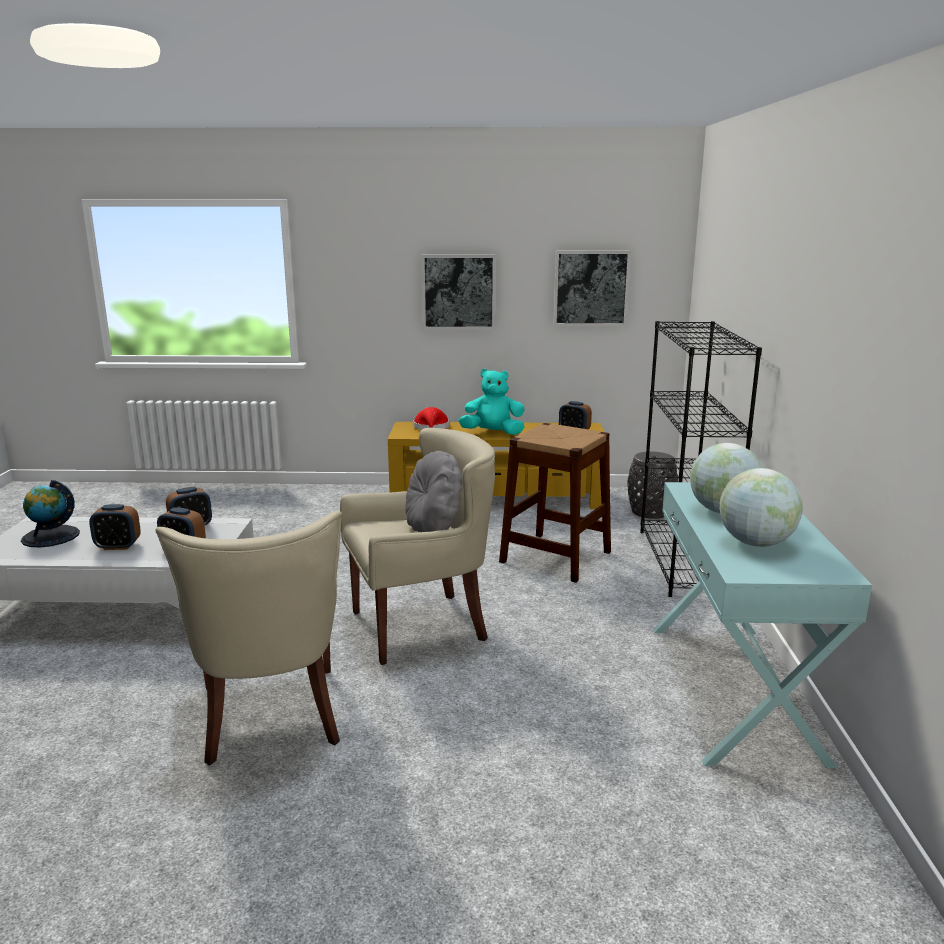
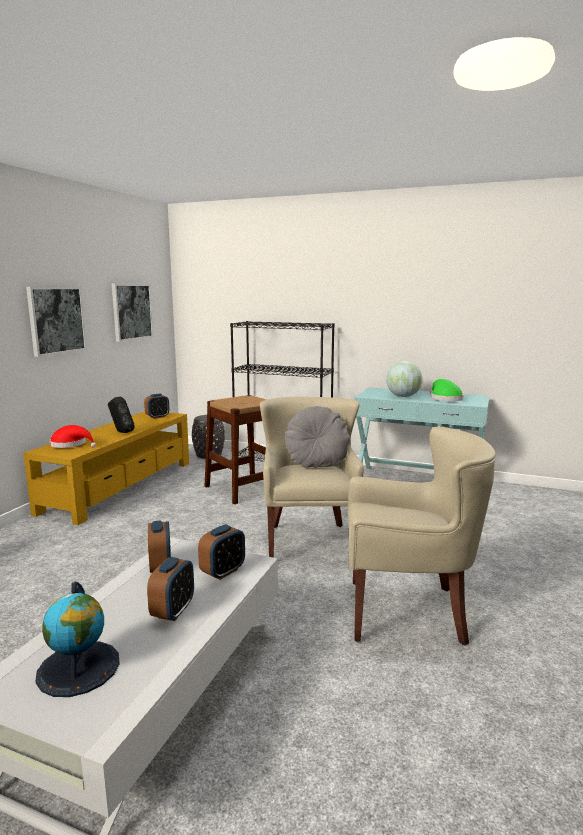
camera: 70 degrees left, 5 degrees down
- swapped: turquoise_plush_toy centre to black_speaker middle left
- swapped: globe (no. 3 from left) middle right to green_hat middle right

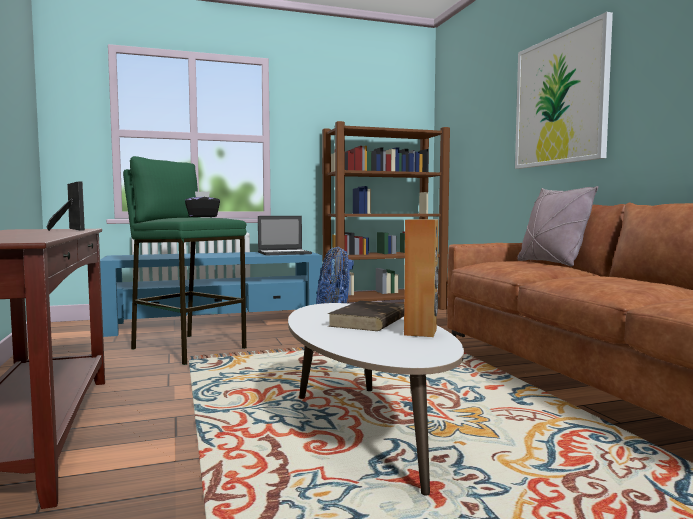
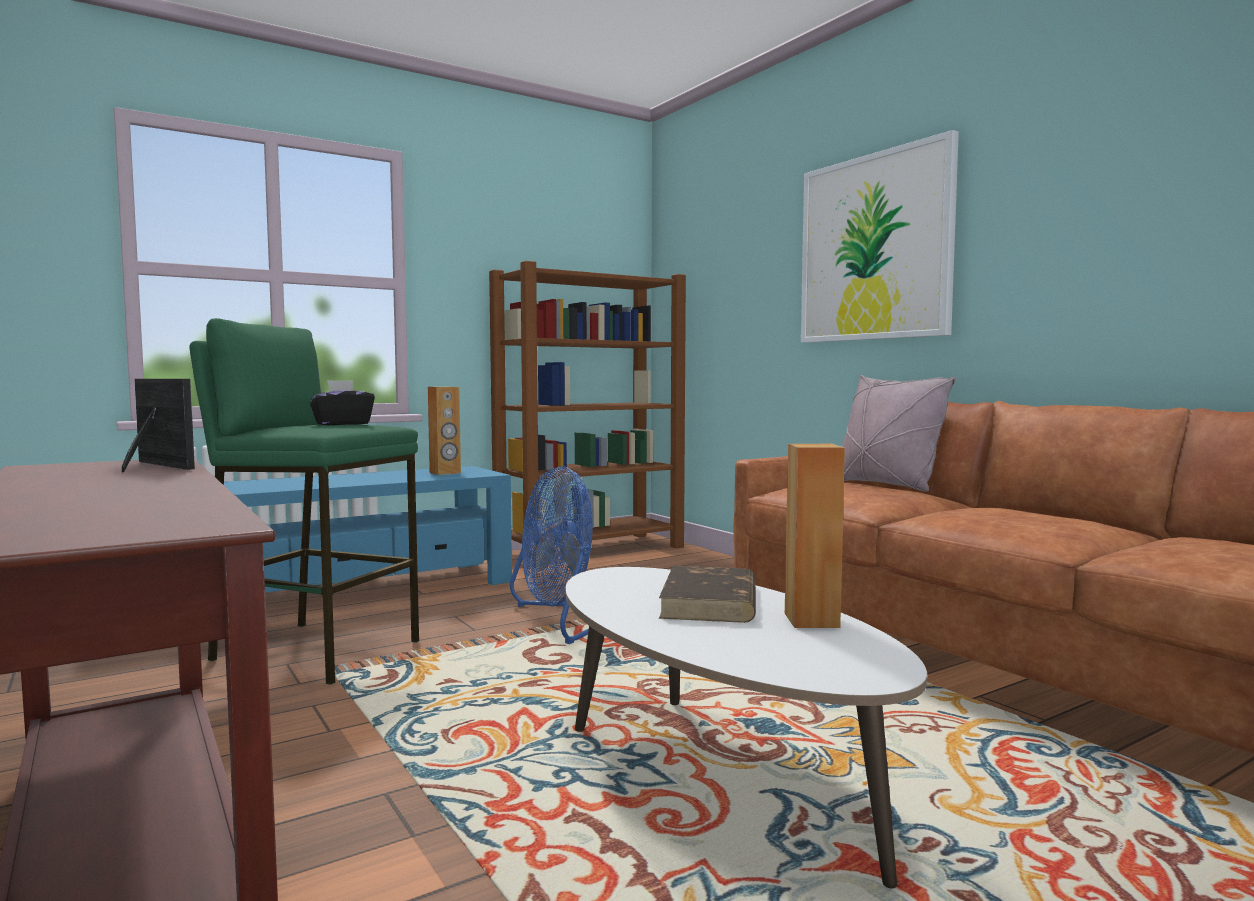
camera: 15 degrees left, 0 degrees up
- swapped: laptop centre to brown_speaker (no. 1 from left) centre

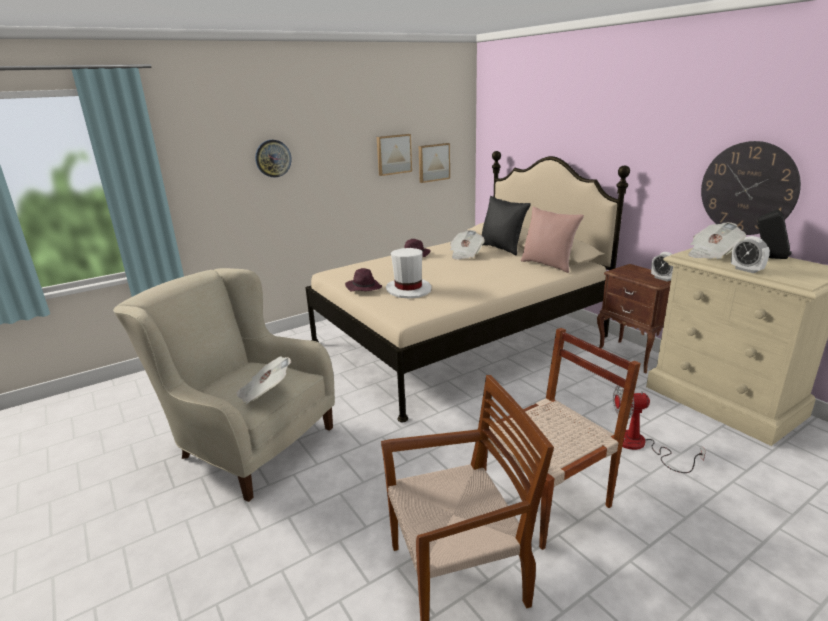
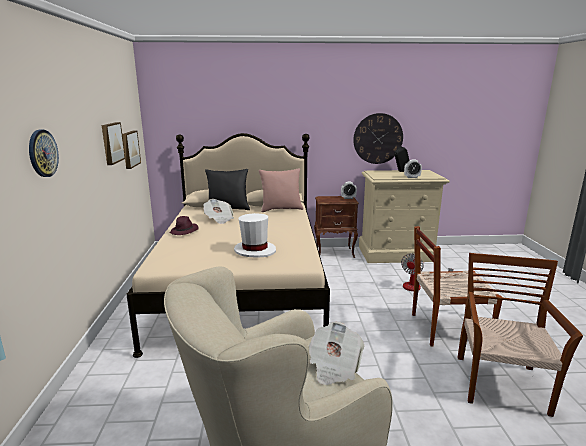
camera: 60 degrees left, 5 degrees down
- gone: purple_hat (no. 1 from left) centre
- gone: newspaper (no. 3 from left) middle right
- rotated: chair bottom right = middle right 90 degrees counterclockwise

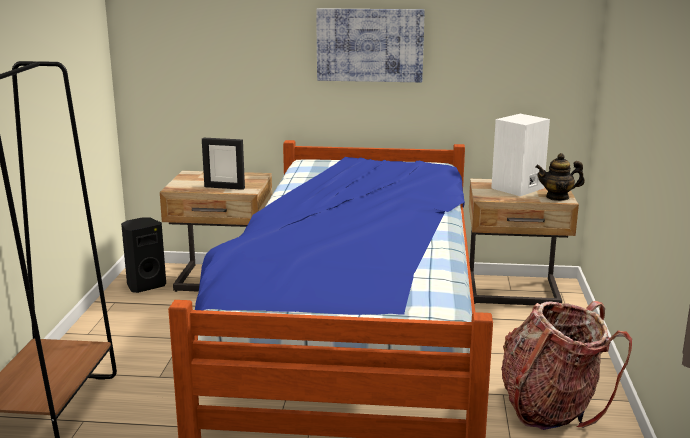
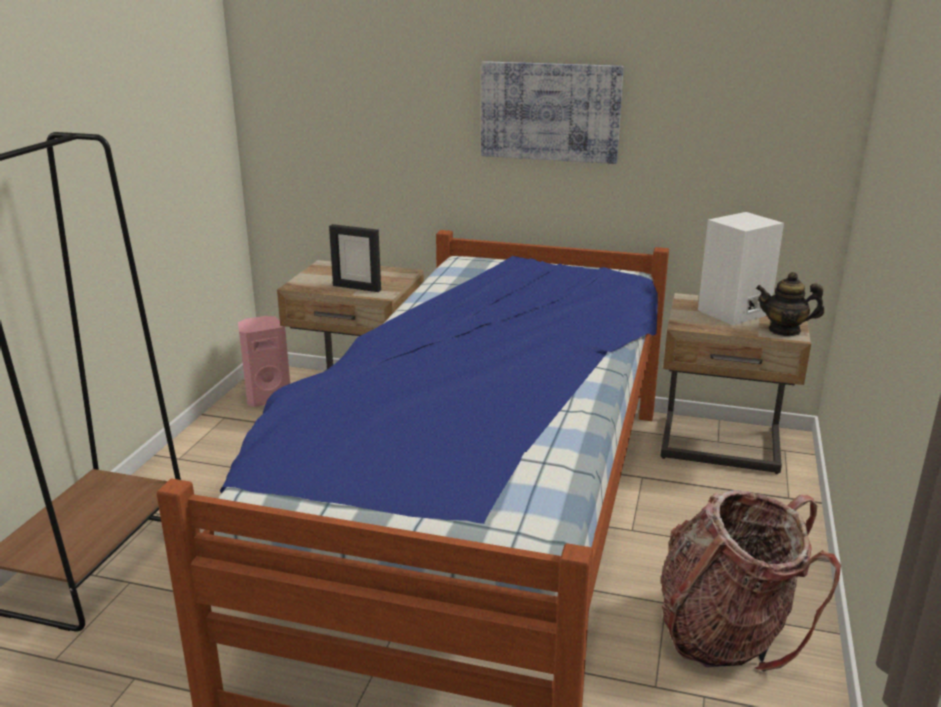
camera: 10 degrees right, 5 degrees up
- repainted: black_speaker middle left to pink_speaker middle left

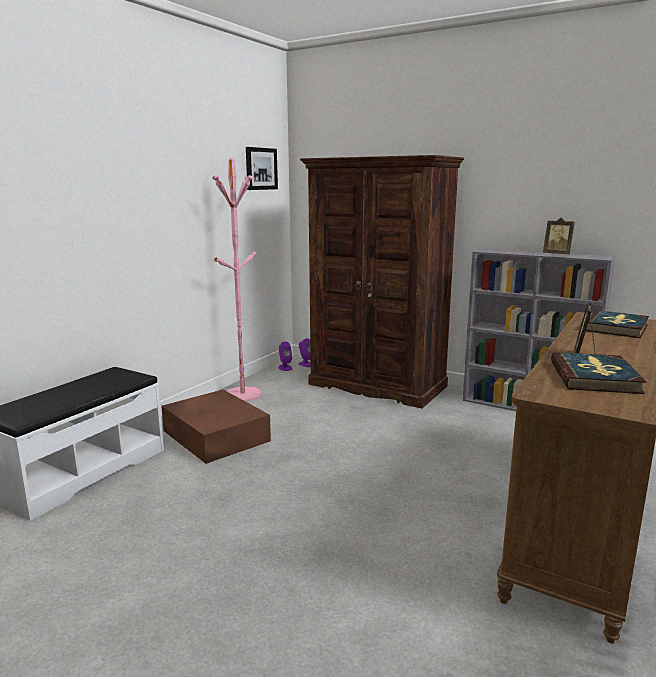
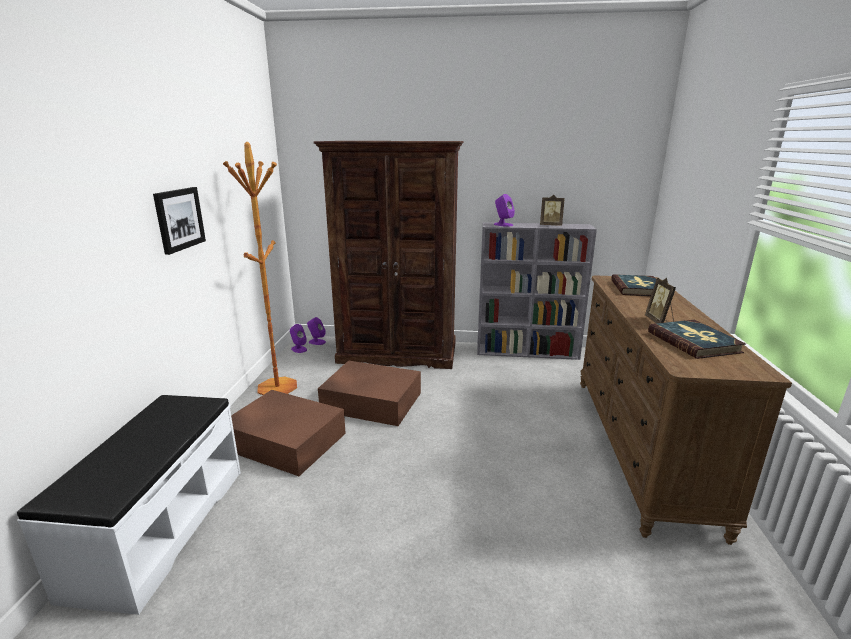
camera: 25 degrees left, 5 degrees up
- new: brown_storage_box (no. 2 from left) centre
- new: purple_speaker (no. 3 from left) top centre
- shifted: picture top centre to middle left
- repainted: pink_clothes_rack centre to orange_clothes_rack middle left

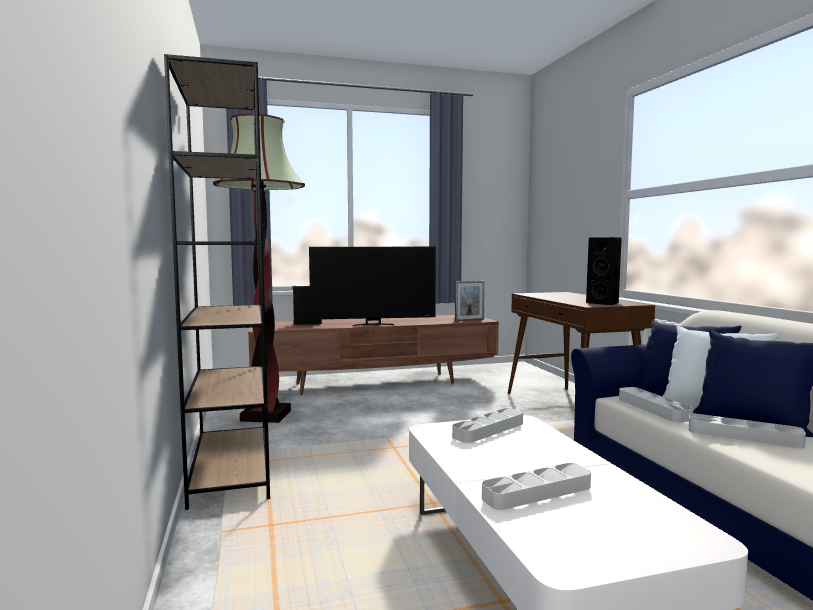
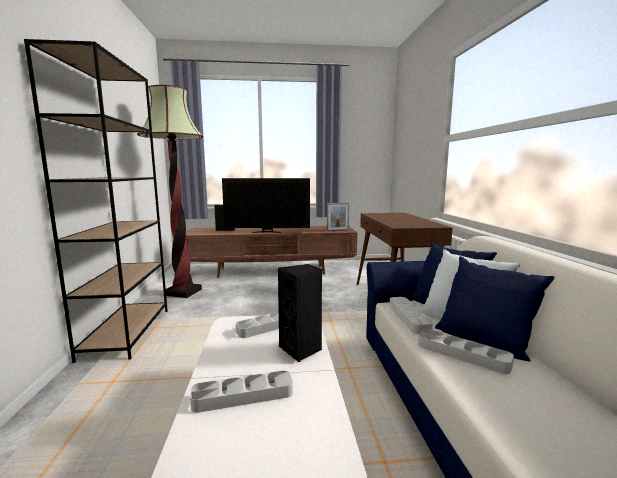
camera: 10 degrees right, 5 degrees up
- shifted: black_speaker (no. 2 from left) middle right to centre

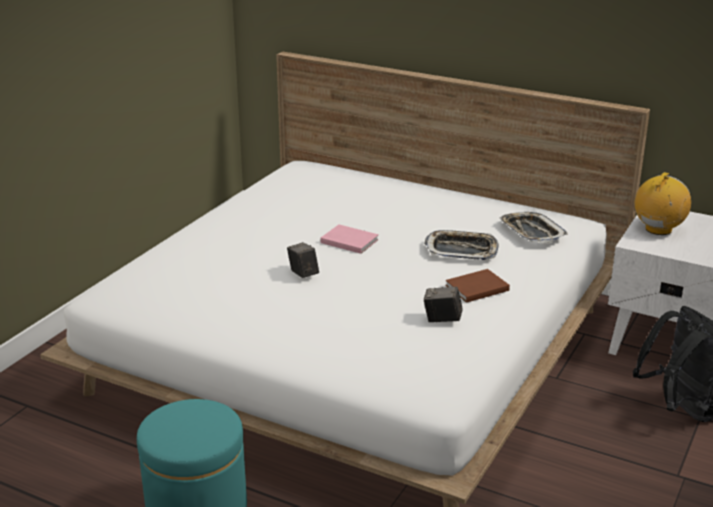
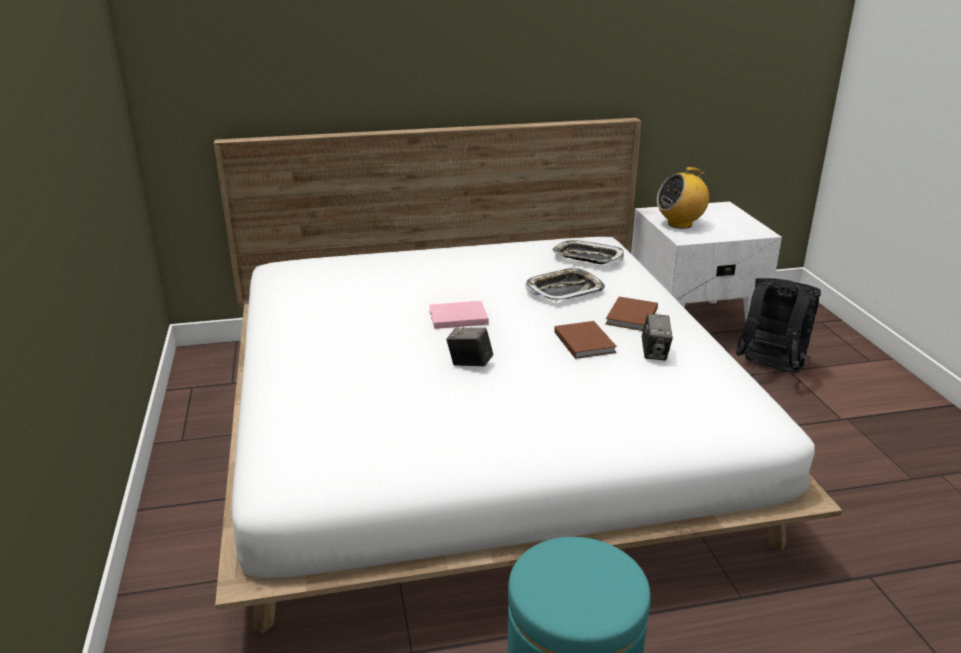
camera: 40 degrees left, 0 degrees up
- new: brown_book (no. 1 from left) centre
- rotated: photo_camera (no. 2 from left) centre = middle right 60 degrees counterclockwise
- rotated: radio middle right = top right 105 degrees counterclockwise

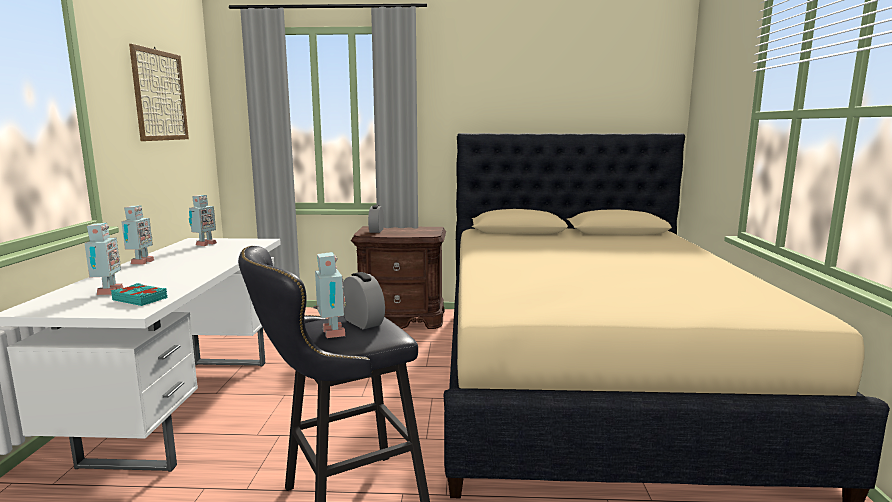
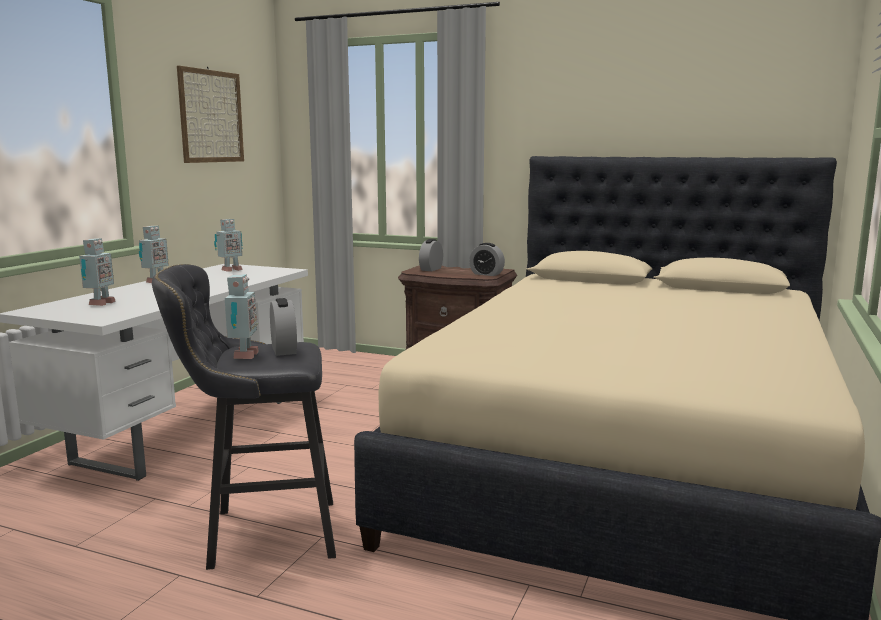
camera: 20 degrees right, 0 degrees up
- gone: turquoise_book middle left
- new: alarm_clock (no. 3 from left) centre

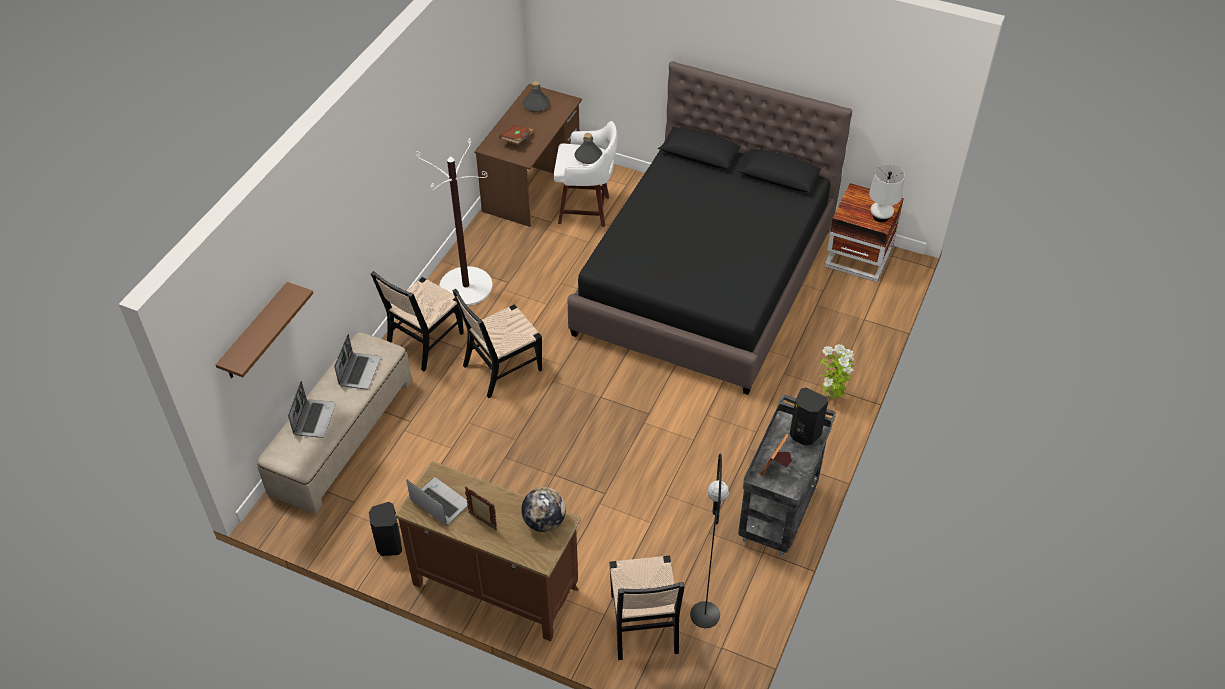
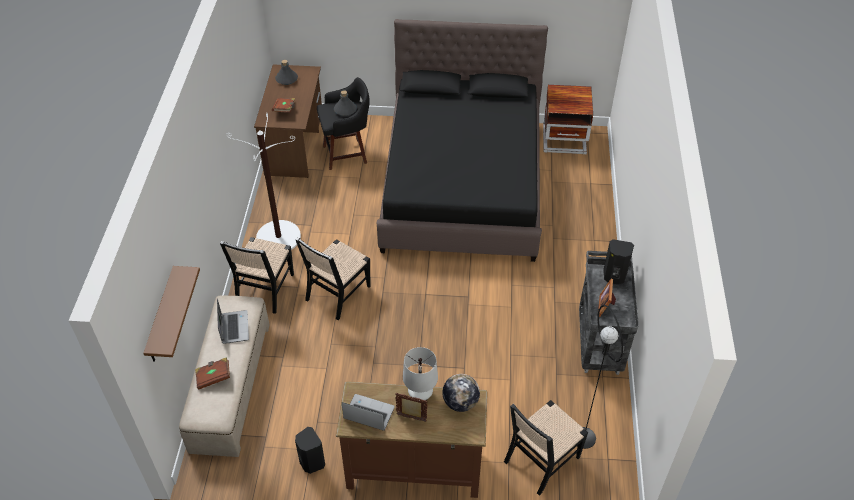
camera: 20 degrees left, 0 degrees up
- gone: potted_plant middle right
- shifted: white_table_lamp top right to bottom centre
- swapped: laptop (no. 1 from left) middle left to brown_book (no. 1 from left) bottom left
- repainted: white_stool top centre to black_stool top centre
- rotated: chair (no. 3 from left) bottom centre = bottom centre 75 degrees clockwise

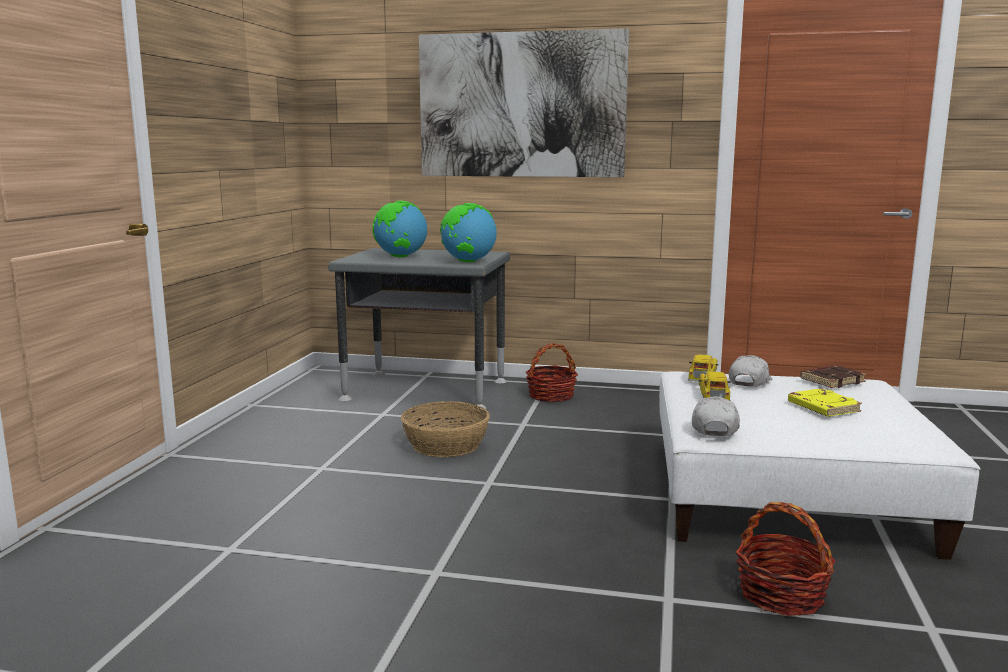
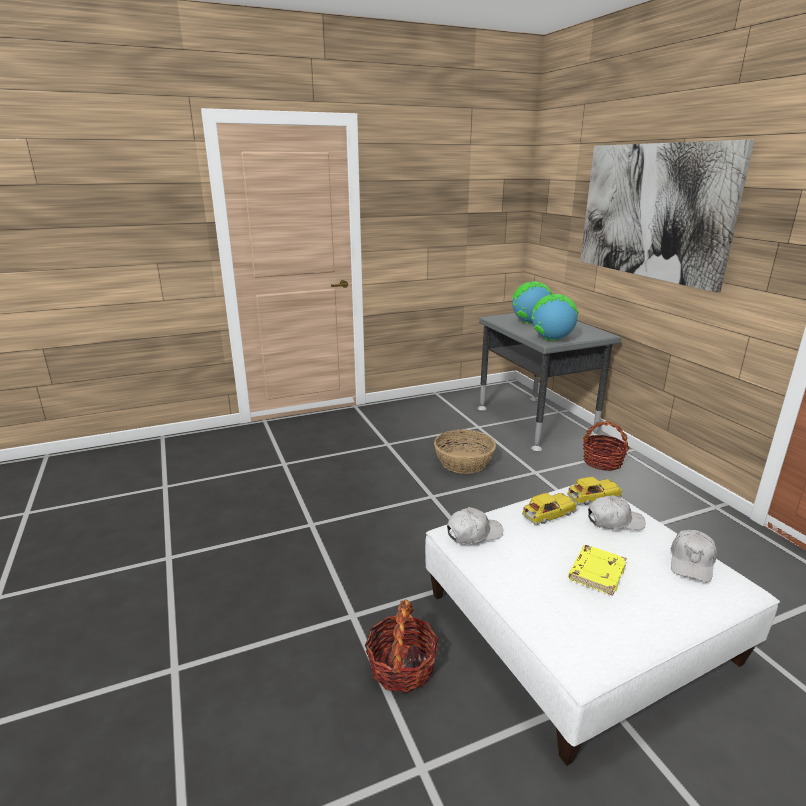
camera: 55 degrees right, 10 degrees up
- swapped: brown_book middle right to white_cap (no. 3 from left) bottom right

